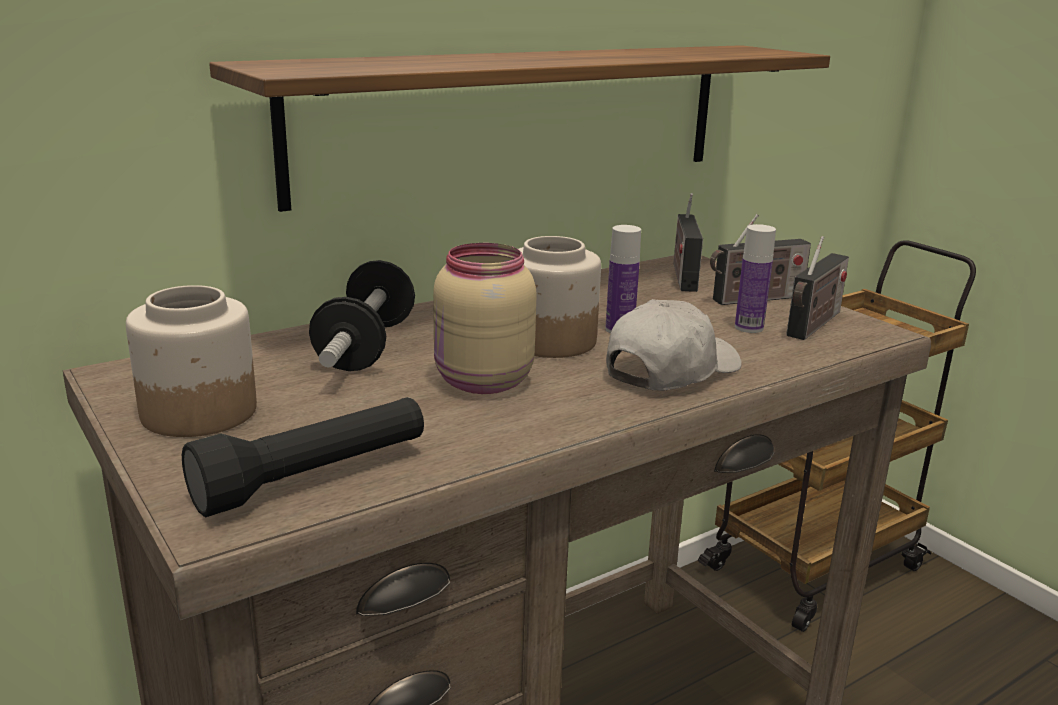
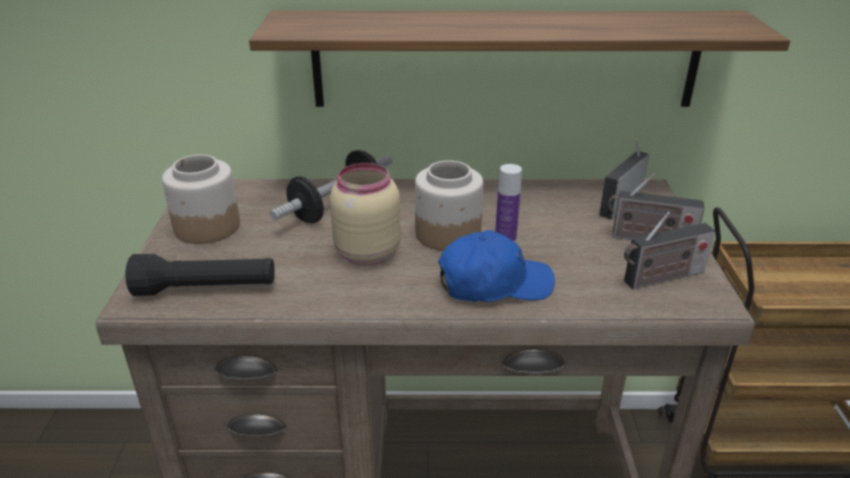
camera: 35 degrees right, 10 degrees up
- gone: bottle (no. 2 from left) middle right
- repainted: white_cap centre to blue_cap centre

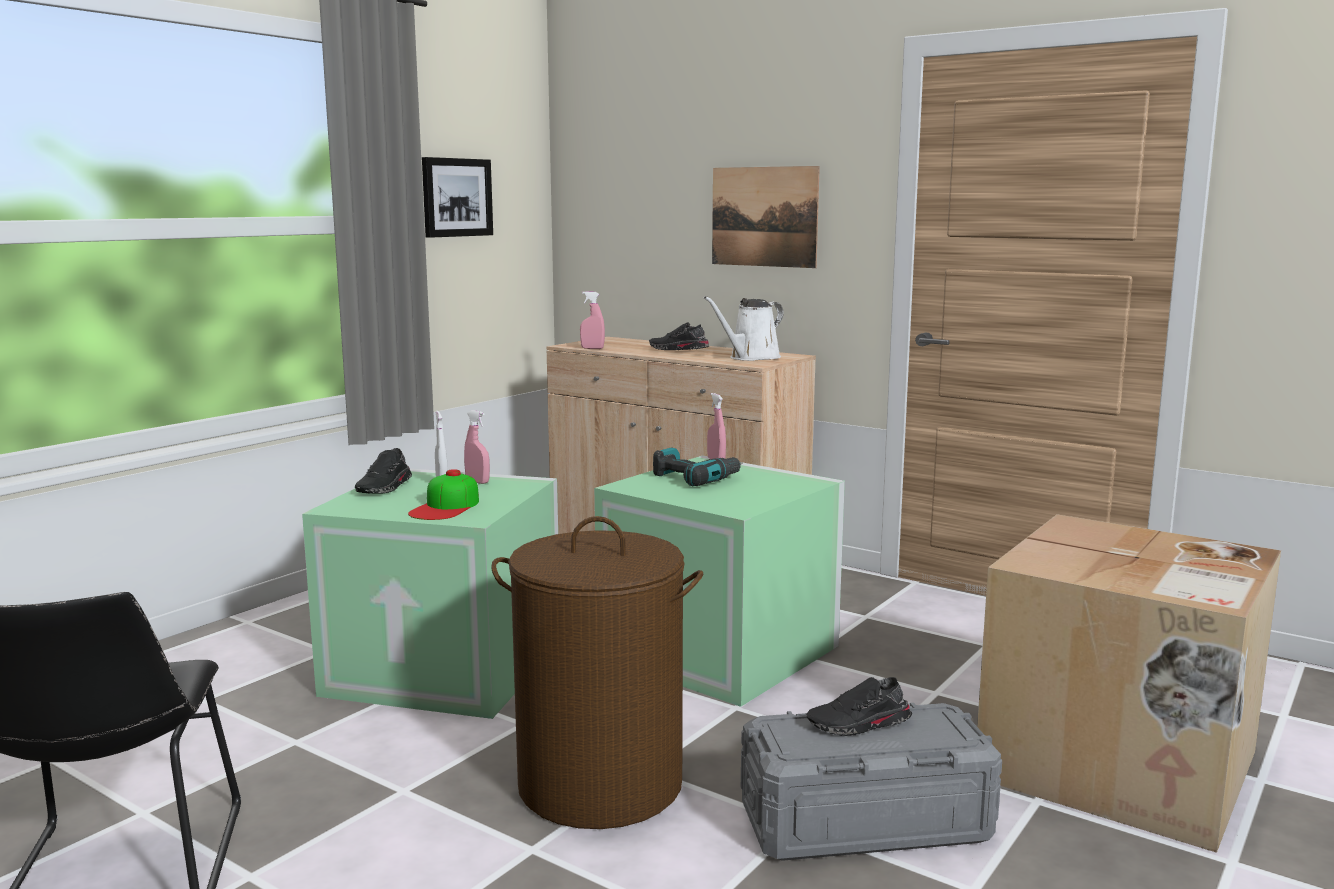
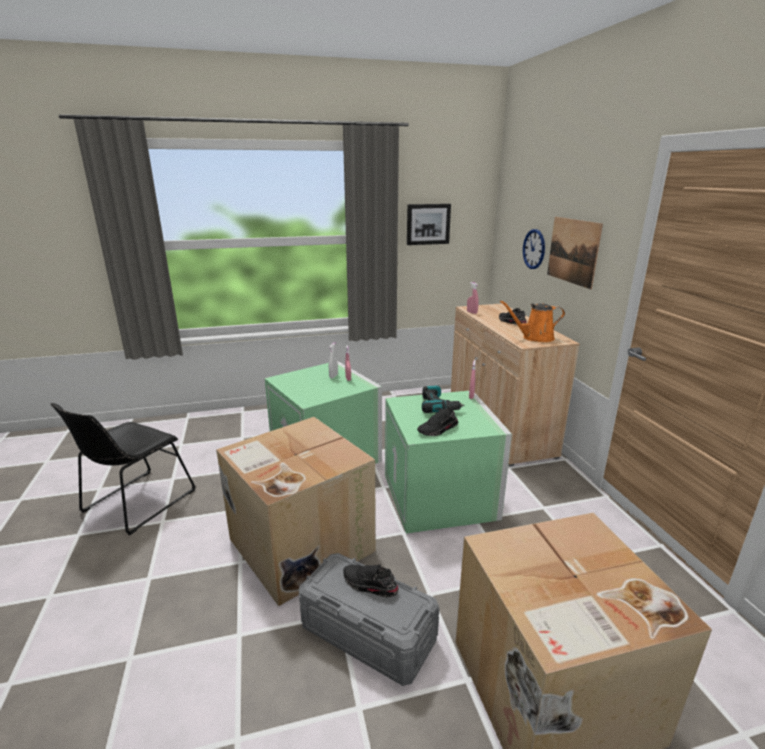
camera: 40 degrees right, 10 degrees up
- gone: cap middle left
- new: wall_clock top right
- shifted: black_shoe (no. 1 from left in the first image) middle left to black_shoe (no. 2 from left) centre
- swapped: brown_laundry_basket bottom centre to cardboard_box (no. 1 from left) bottom centre
- repainted: white_watering_can centre to orange_watering_can middle right

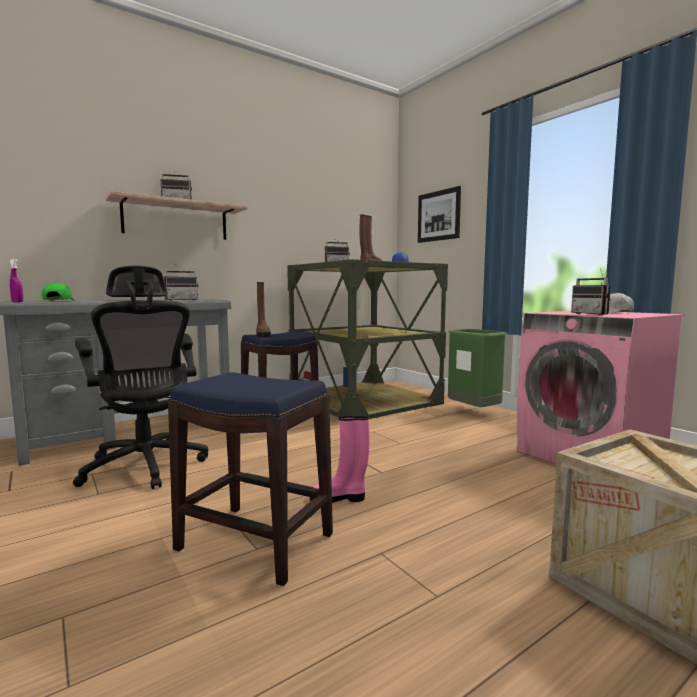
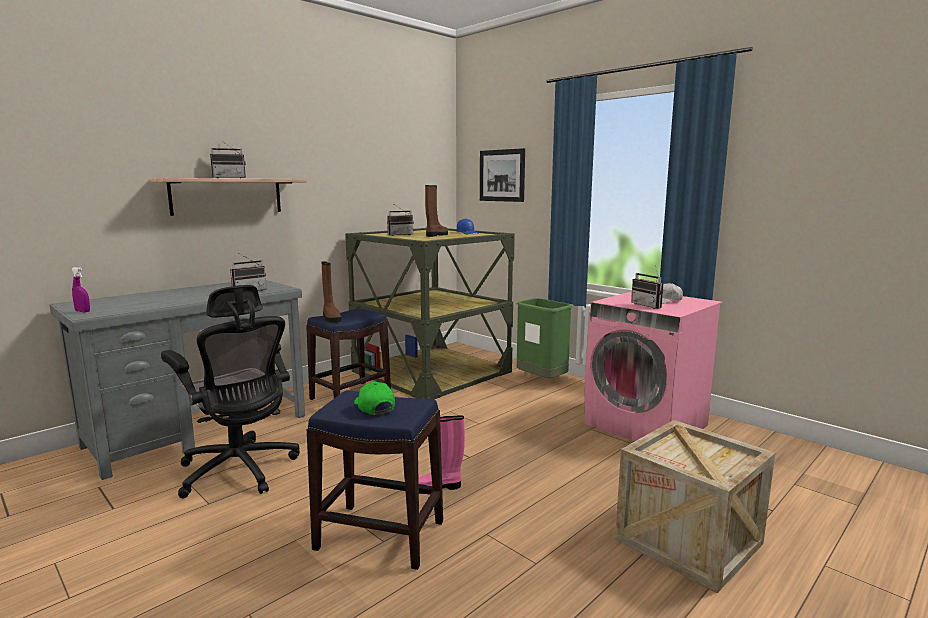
camera: 10 degrees left, 5 degrees up
- shifted: green_cap middle left to centre

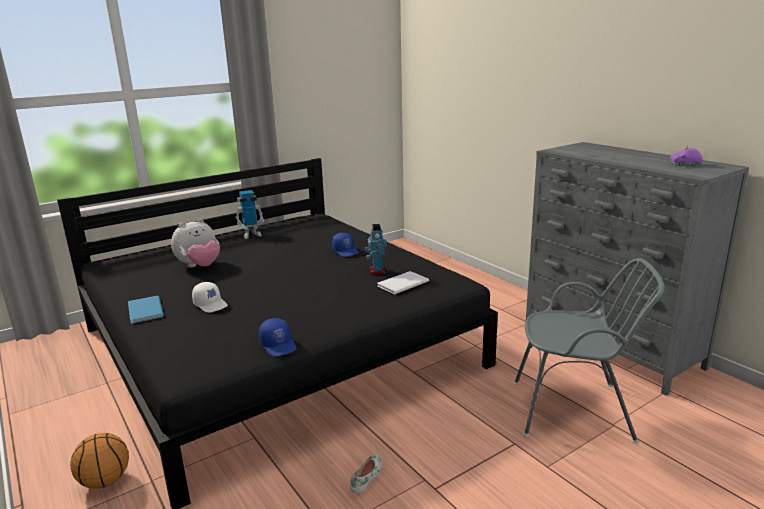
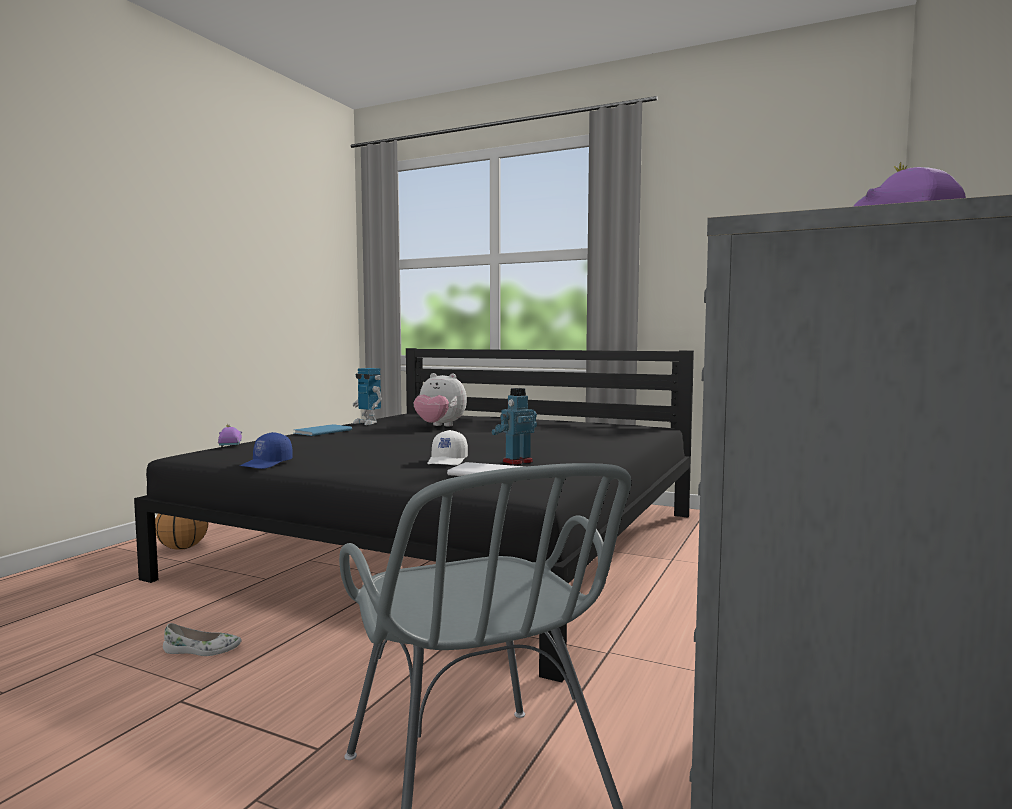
camera: 60 degrees right, 15 degrees down
- gone: blue_cap (no. 2 from left) centre
- new: purple_toy_car (no. 1 from left) middle left
- shifted: white_cap middle left to centre
- shifted: toy_robot (no. 1 from left) middle left to centre

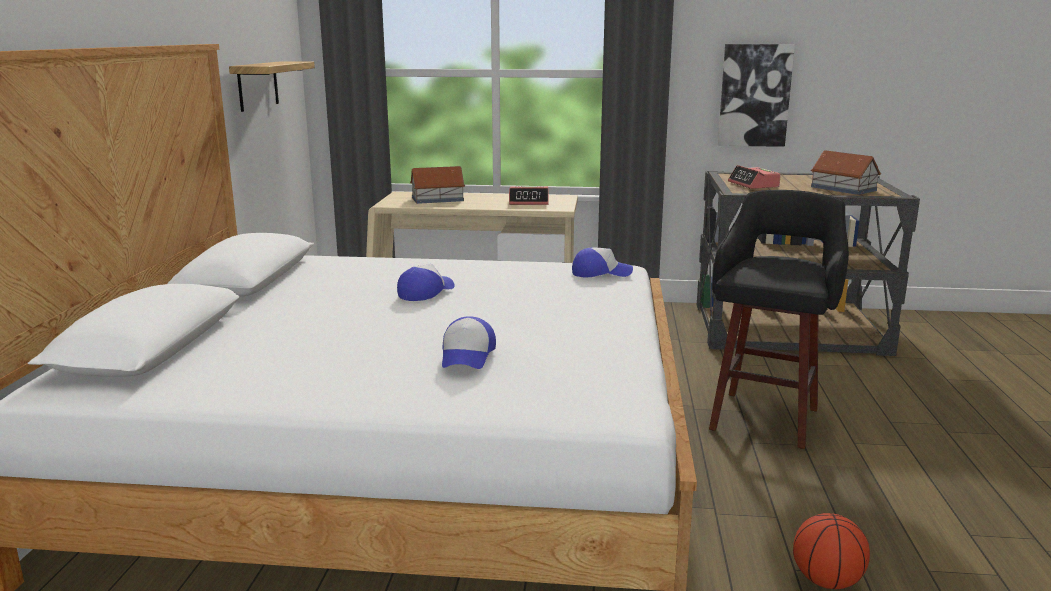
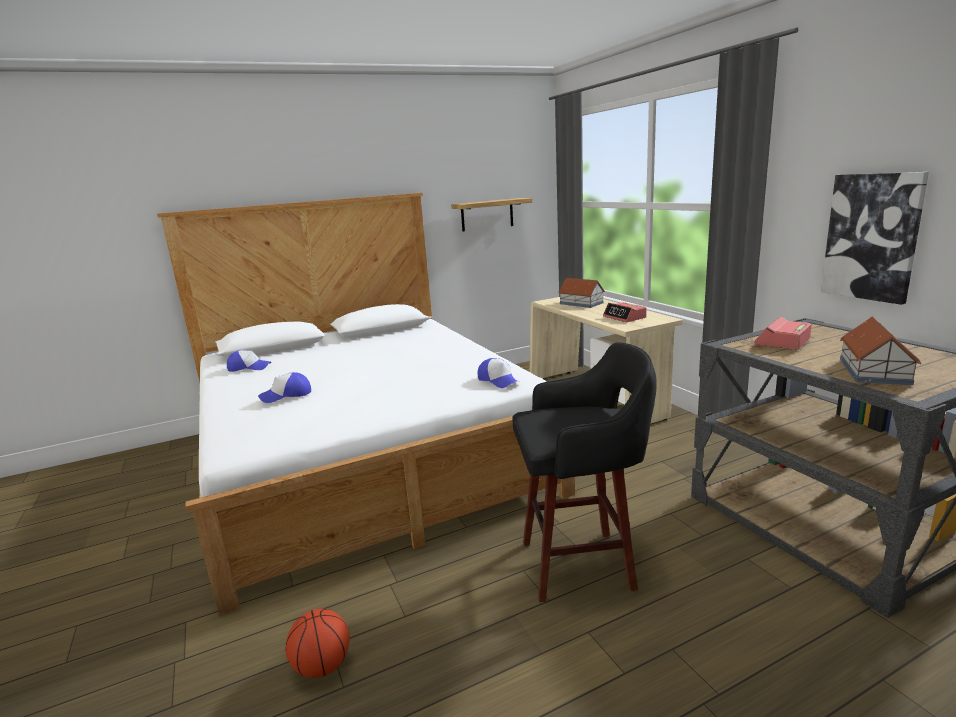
camera: 60 degrees right, 0 degrees up
- shifted: cap (no. 1 from left) centre to middle left

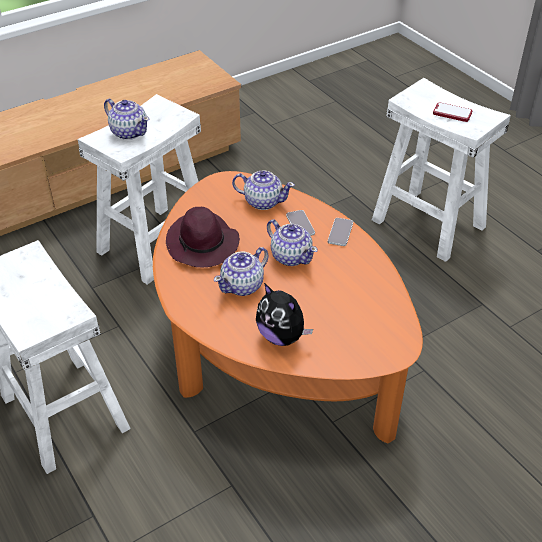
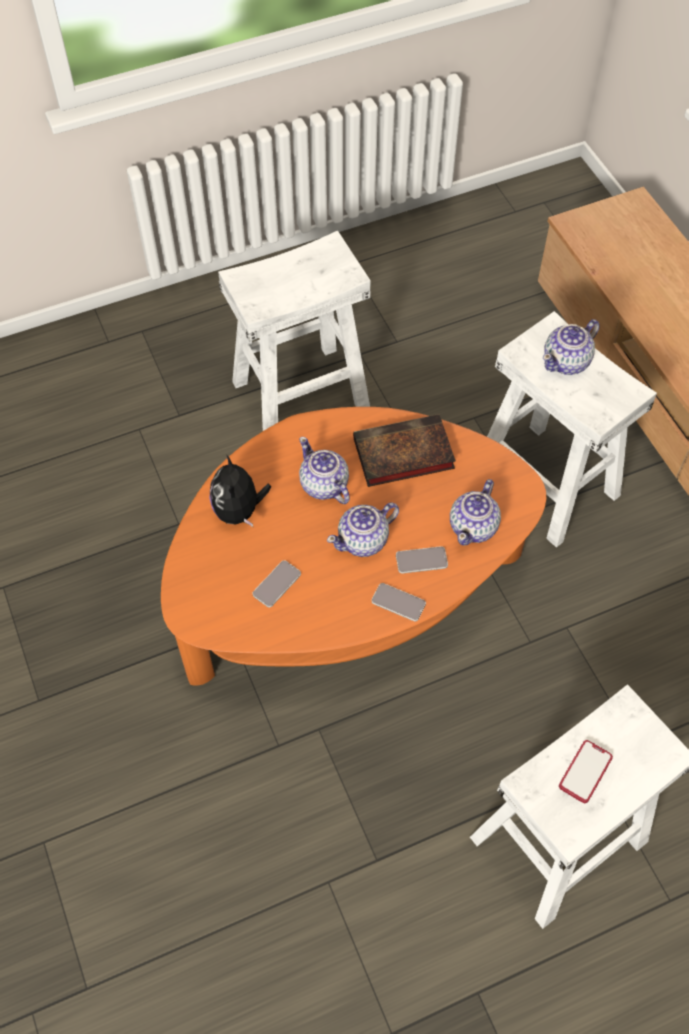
camera: 100 degrees right, 15 degrees up
- new: phone (no. 1 from left) centre
- swapped: purple_hat centre to book centre
- rotated: plush_toy centre = centre 60 degrees counterclockwise

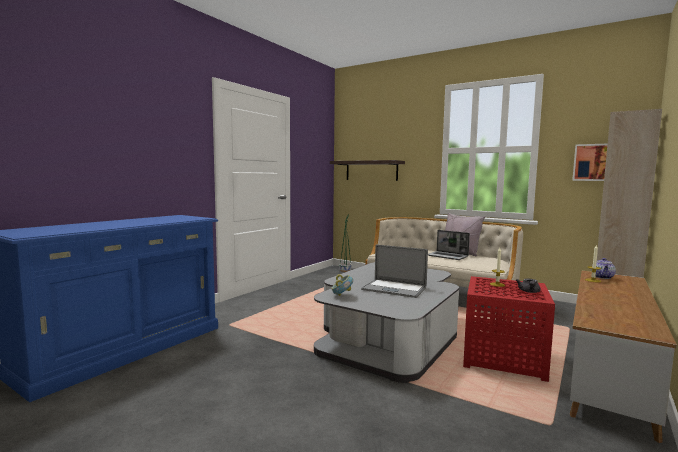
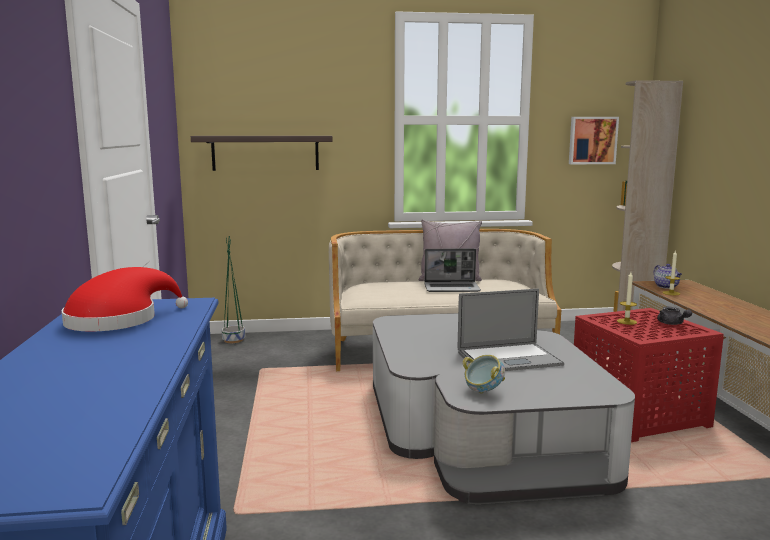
camera: 40 degrees left, 5 degrees up
- new: red_hat middle left

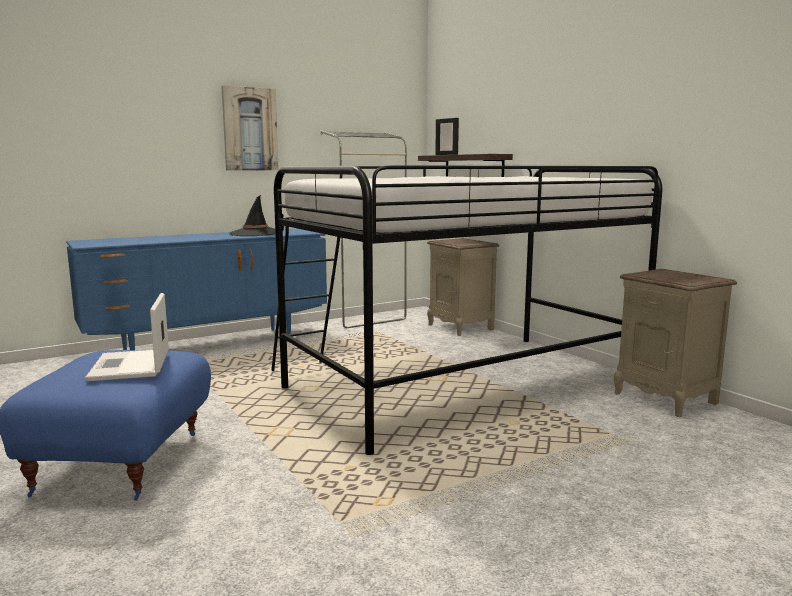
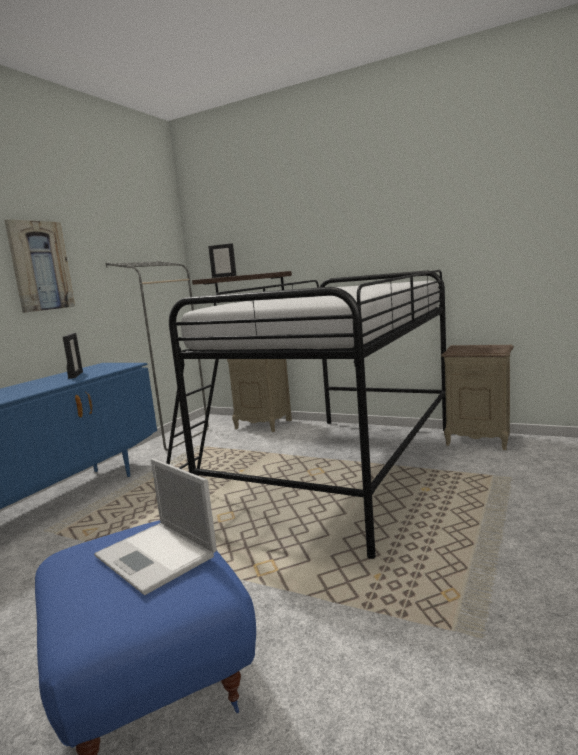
camera: 30 degrees left, 0 degrees up
- swapped: black_hat middle left to picture_frame (no. 1 from left) middle left

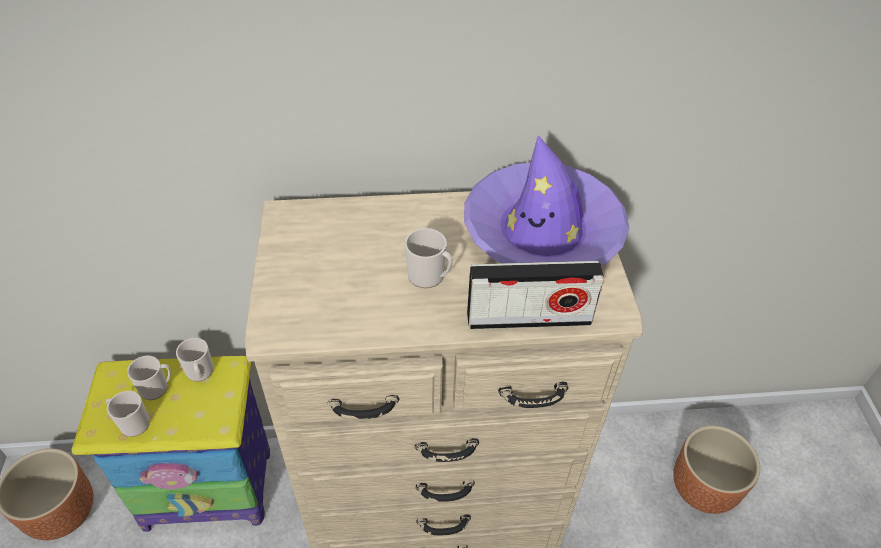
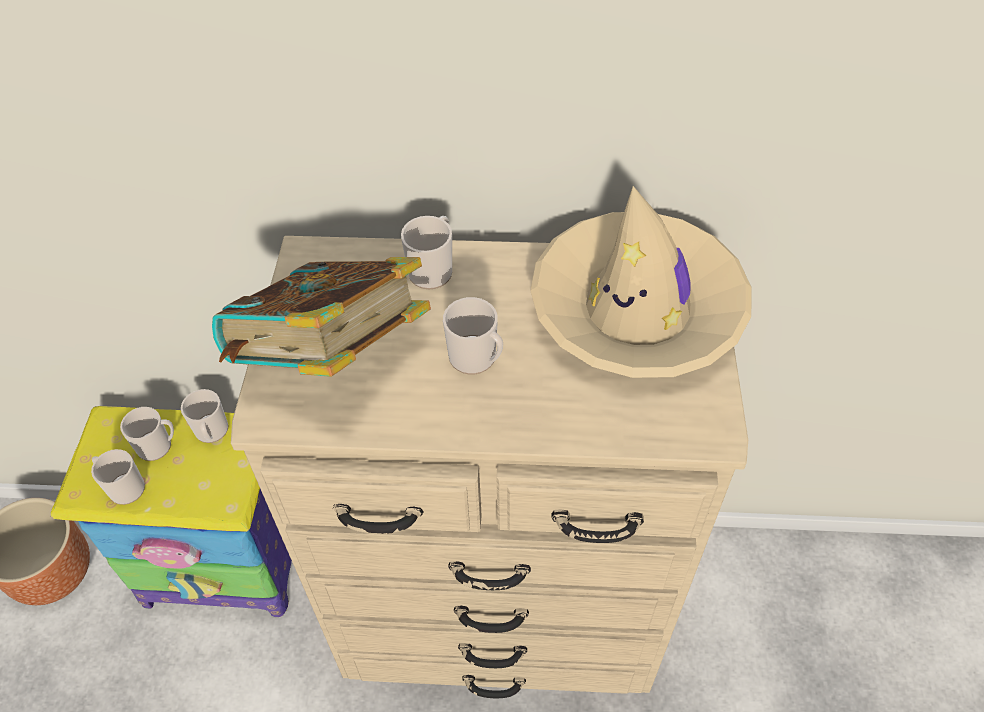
camera: 10 degrees right, 5 degrees up
- gone: radio centre
- gone: brown_planter (no. 2 from left) bottom right
- new: book middle left
- new: mug (no. 4 from left) centre
- repainted: purple_hat centre to beige_hat centre

